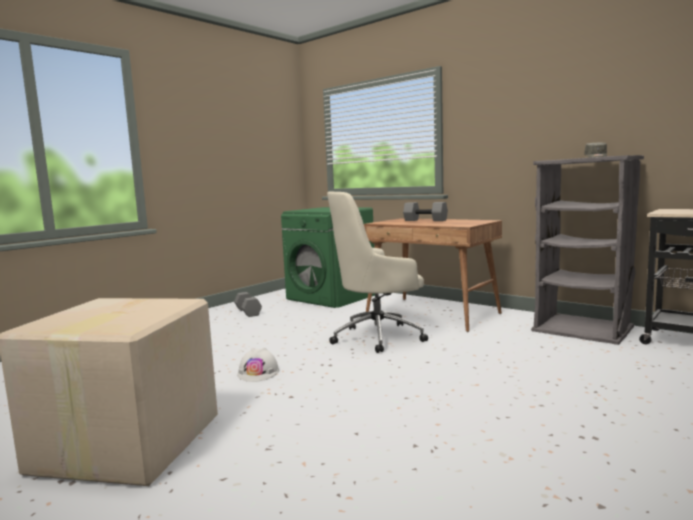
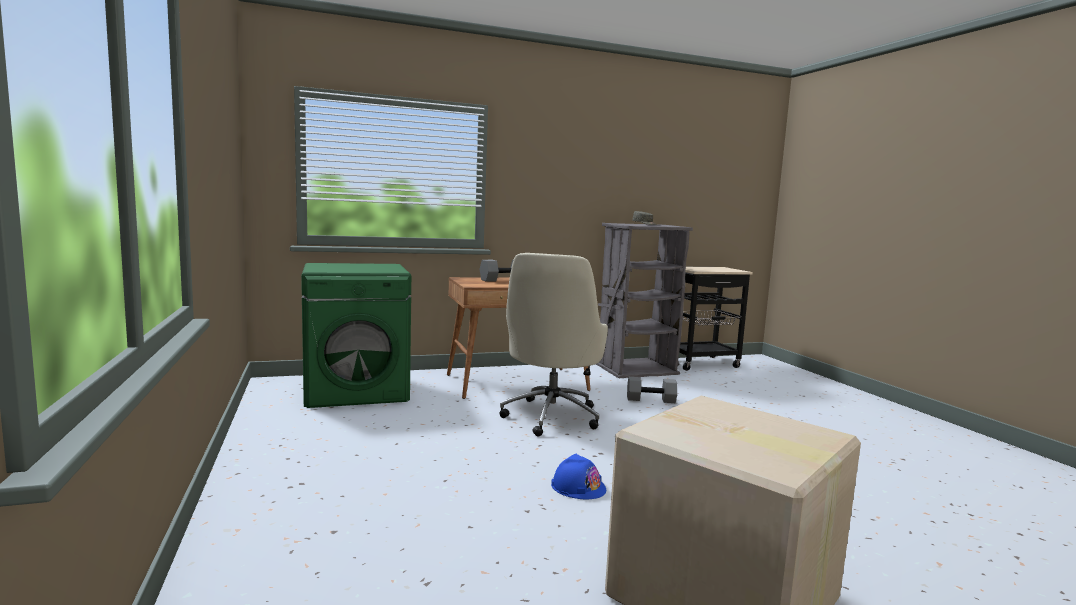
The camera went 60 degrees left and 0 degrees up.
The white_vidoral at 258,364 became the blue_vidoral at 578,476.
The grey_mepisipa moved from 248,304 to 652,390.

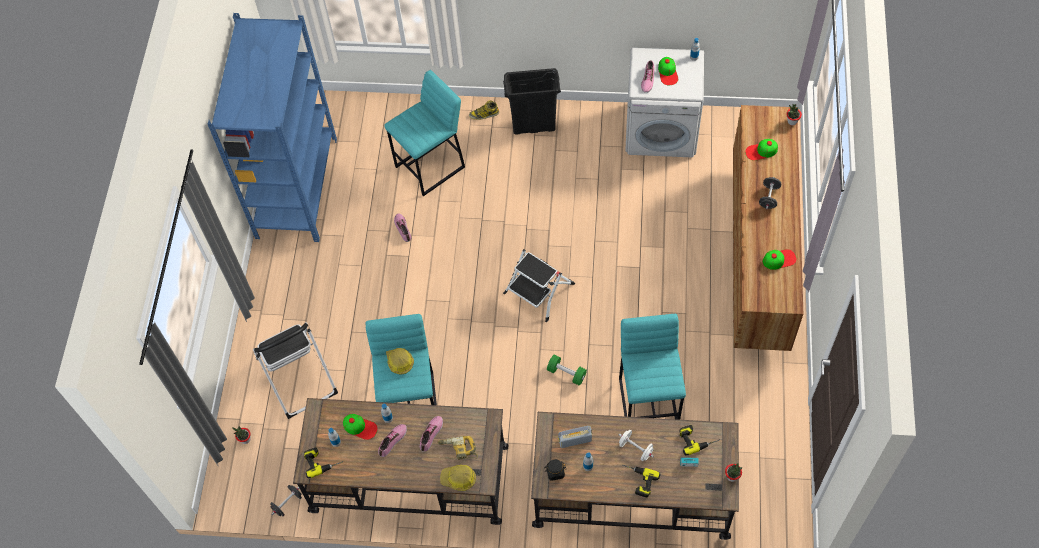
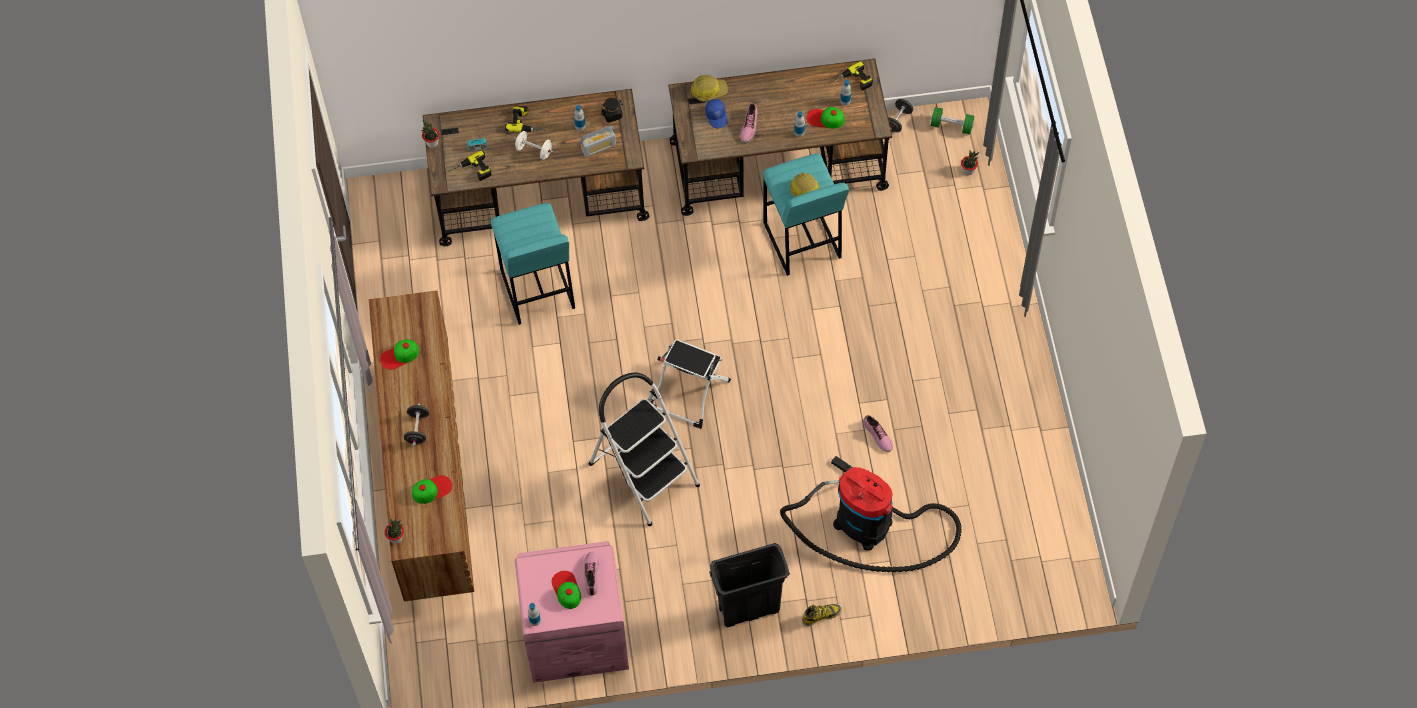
The camera went 165 degrees right and 0 degrees up.
The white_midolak at 664,102 became the pink_midolak at 572,612.
The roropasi moved from 295,370 to 644,449.
The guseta at 458,448 was replaced by the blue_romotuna at 716,113.
The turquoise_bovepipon at 425,133 was replaced by the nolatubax at 871,514.
The green_mepisipa moved from 567,370 to 952,121.
The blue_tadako at 272,127 disappeared.
The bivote at 392,440 disappeared.

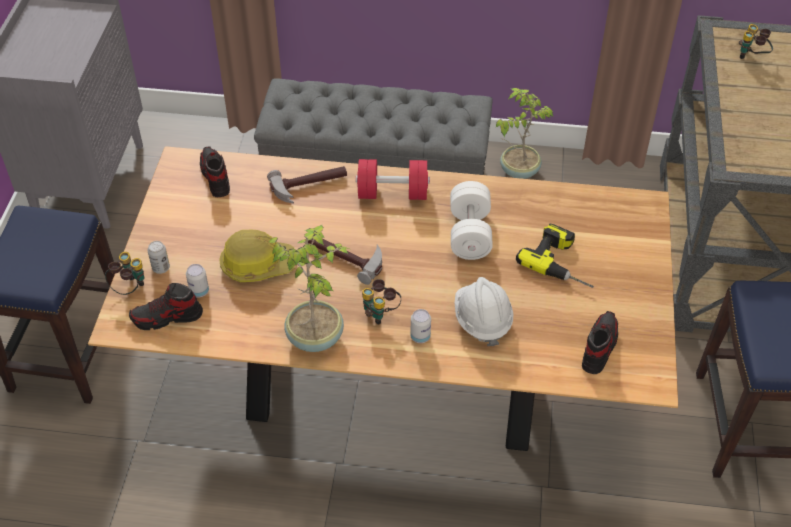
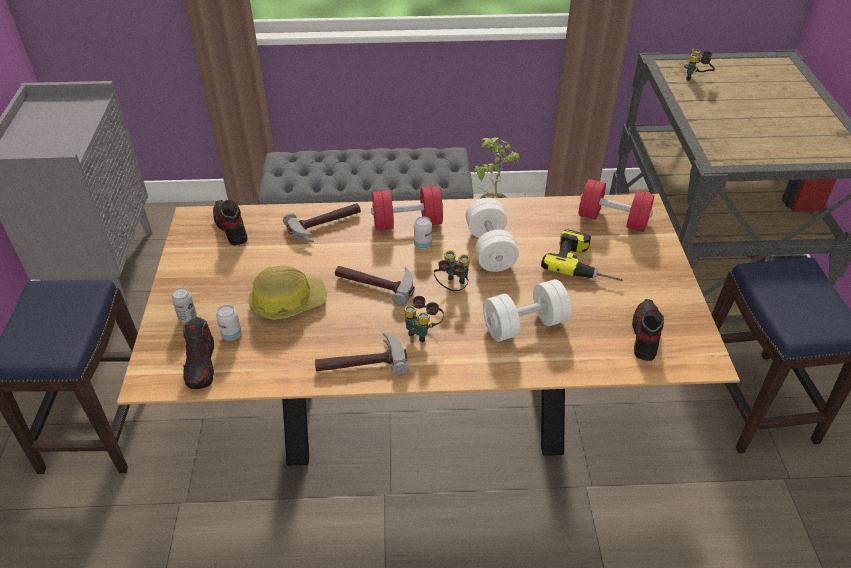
The camera went 10 degrees left and 5 degrees down.
The bivote at 166,306 turned 75 degrees counterclockwise.
The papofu at 309,288 was replaced by the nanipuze at 362,354.
The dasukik moved from 420,326 to 423,232.
The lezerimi moved from 125,273 to 452,270.
The white_vidoral at 484,311 was replaced by the white_mepisipa at 527,310.
The red_mepisipa at 616,205 appeared.

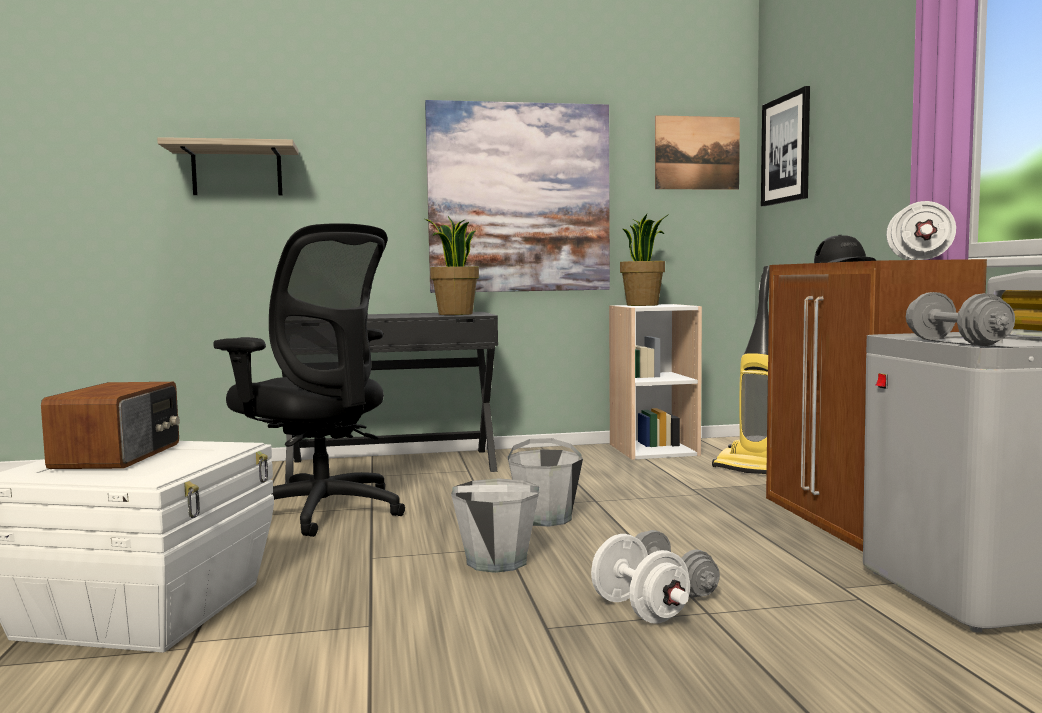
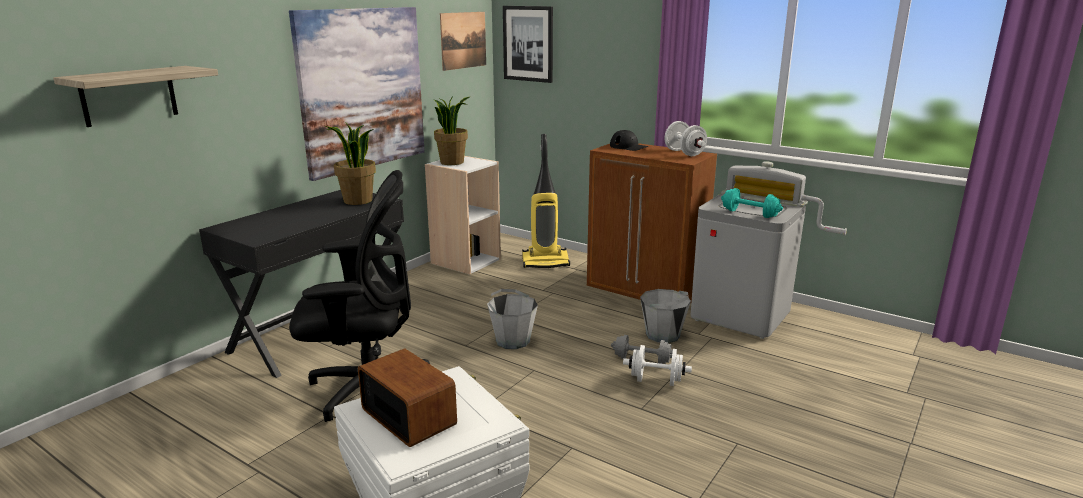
The camera went 45 degrees left and 15 degrees up.
The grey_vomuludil moved from 495,525 to 665,316.
The grey_mepisipa at 960,319 became the turquoise_mepisipa at 752,203.

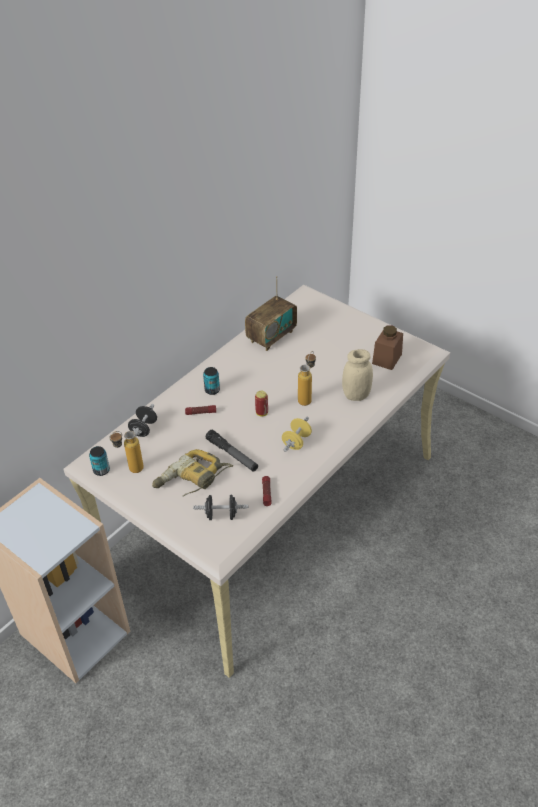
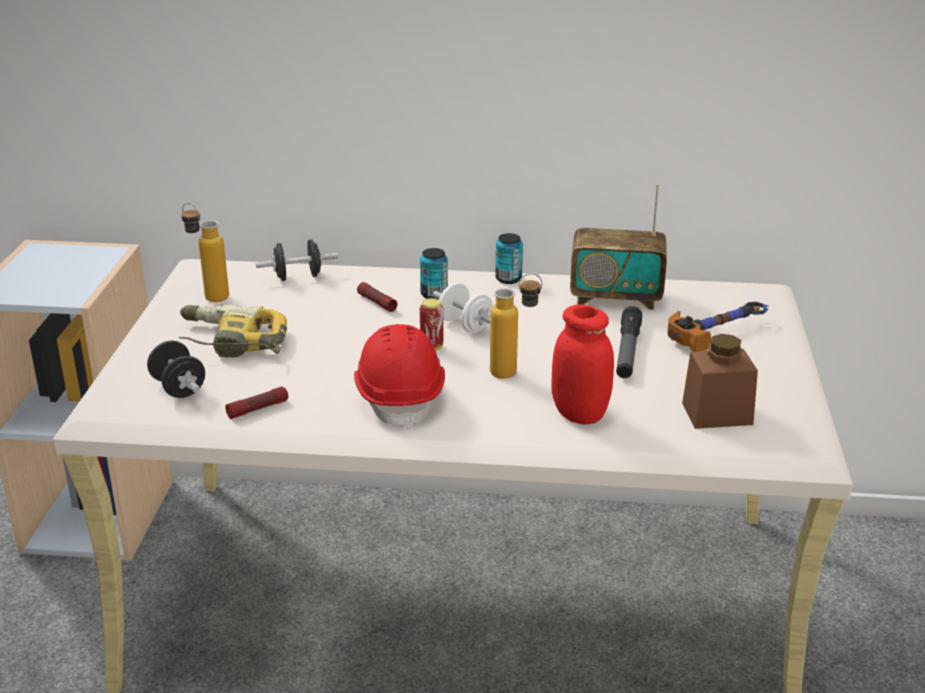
The camera went 55 degrees right and 15 degrees down.
The yellow_mepisipa at 297,434 was replaced by the red_vidoral at 399,376.
The white_mepisipa at 463,308 appeared.
The dasukik moved from 99,461 to 509,258.
The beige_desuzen at 357,375 became the red_desuzen at 583,364.
The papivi moved from 232,450 to 629,342.
The nanipuze at 717,327 appeared.

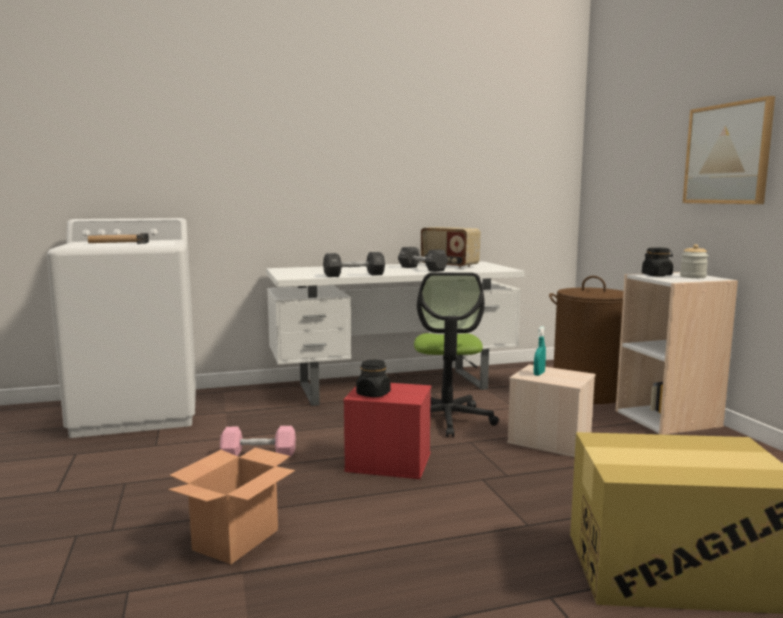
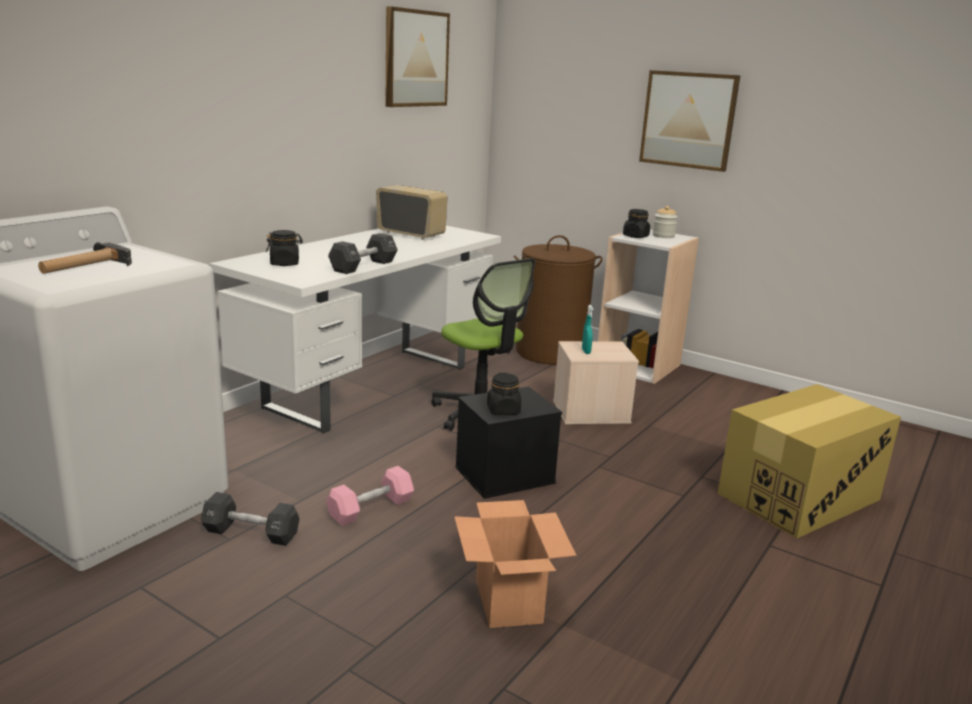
The camera went 40 degrees left and 10 degrees up.
The black_mepisipa moved from 423,259 to 250,519.
The black_desuzen at 284,248 appeared.
The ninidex at 451,247 turned 150 degrees counterclockwise.
The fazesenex at 417,56 appeared.
The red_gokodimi at 387,431 became the black_gokodimi at 508,443.

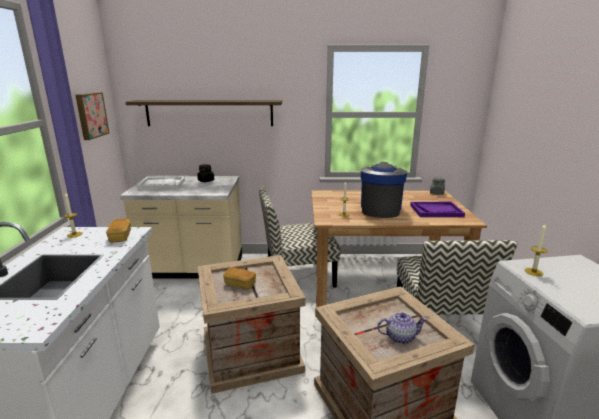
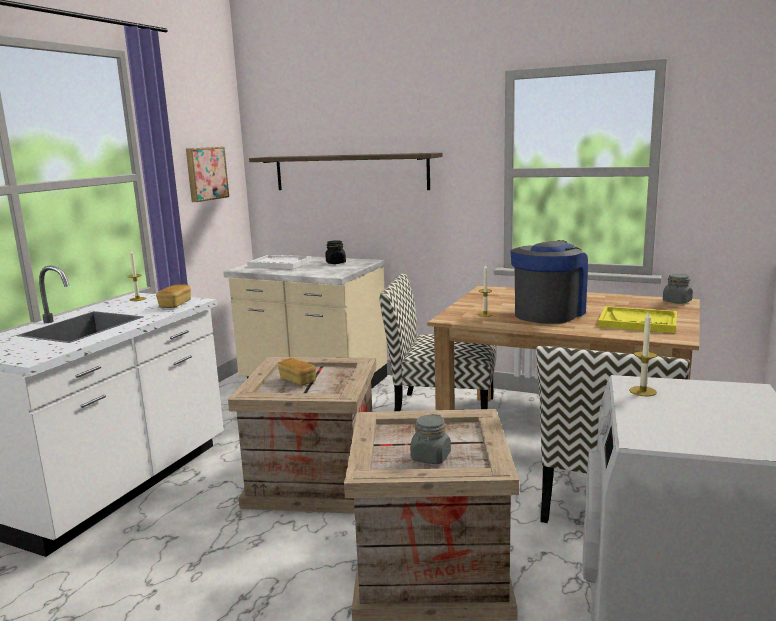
The camera went 25 degrees right and 5 degrees down.
The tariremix at 402,328 was replaced by the grey_desuzen at 430,439.
The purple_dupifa at 437,209 became the yellow_dupifa at 637,319.

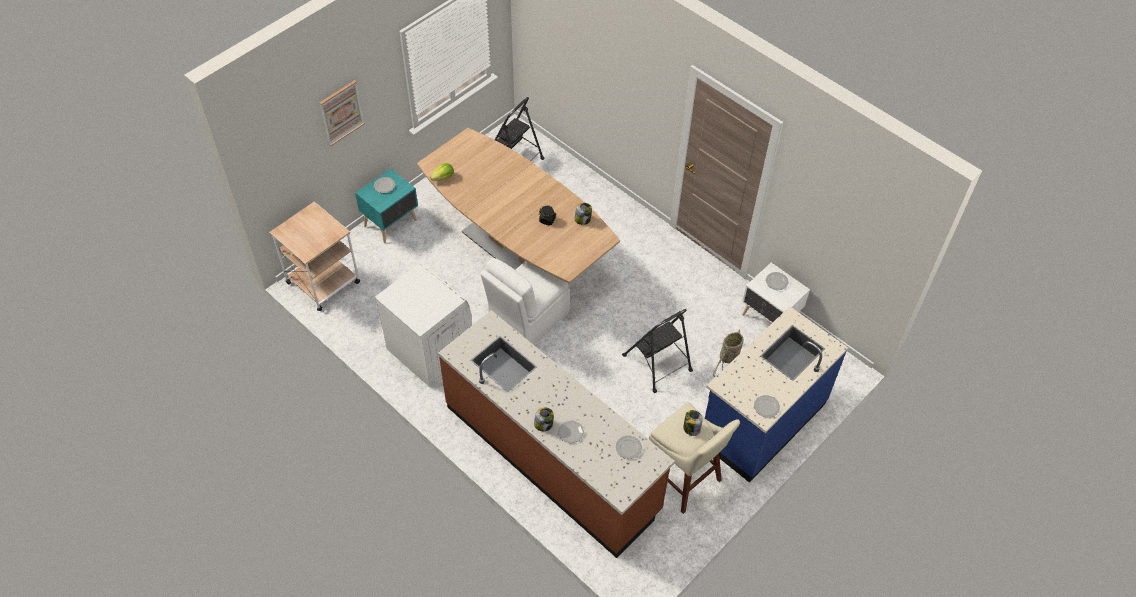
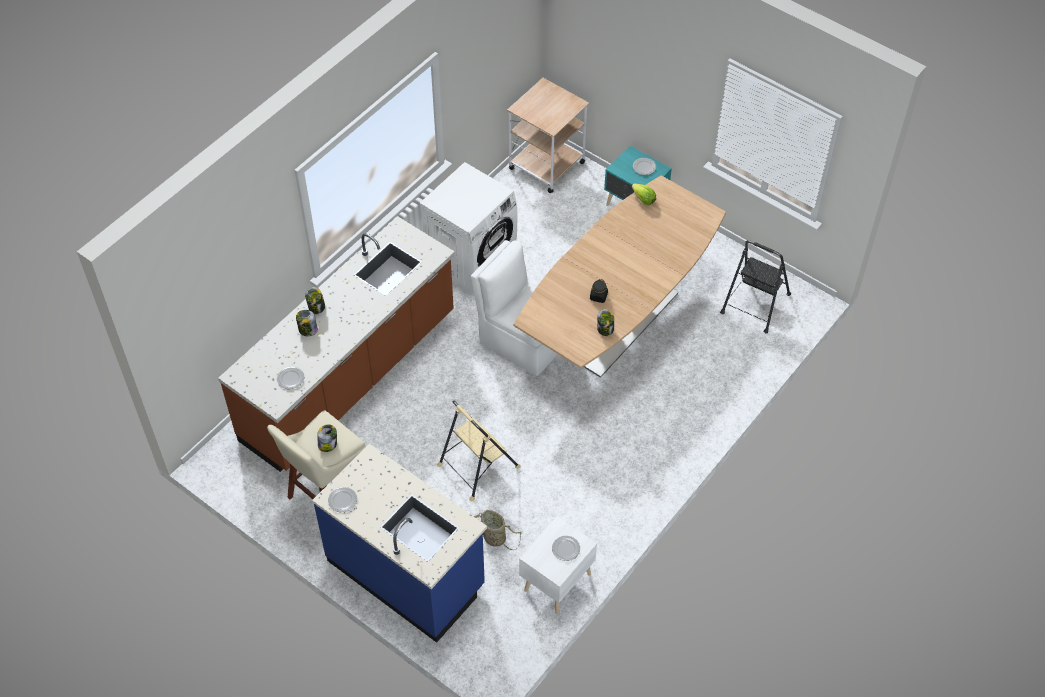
The camera went 85 degrees right and 0 degrees up.
The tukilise at 571,432 was replaced by the desuzen at 307,323.
The black_roropasi at 657,351 became the beige_roropasi at 479,451.
The fazesenex at 341,113 disappeared.

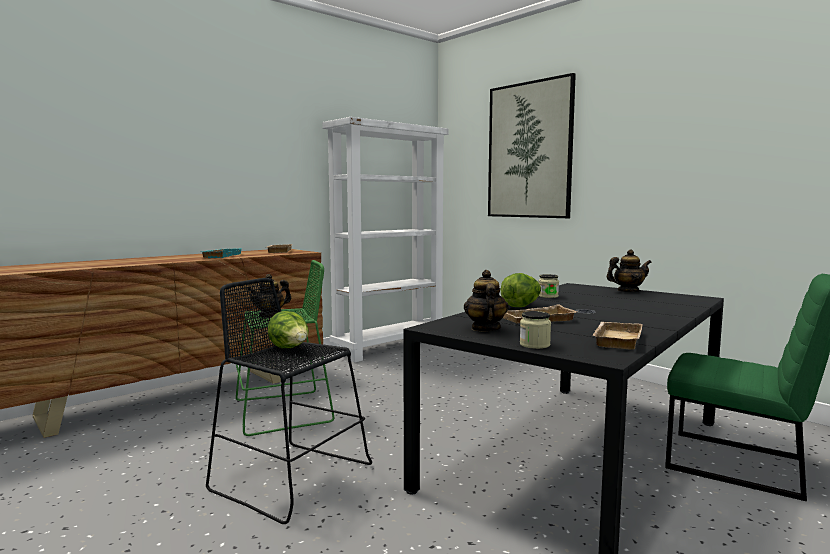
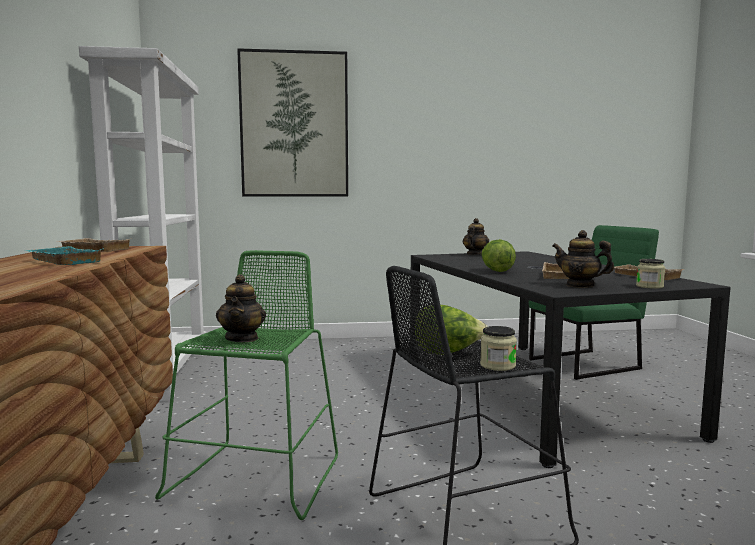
The camera went 55 degrees left and 0 degrees up.
The desuzen moved from 548,286 to 498,348.

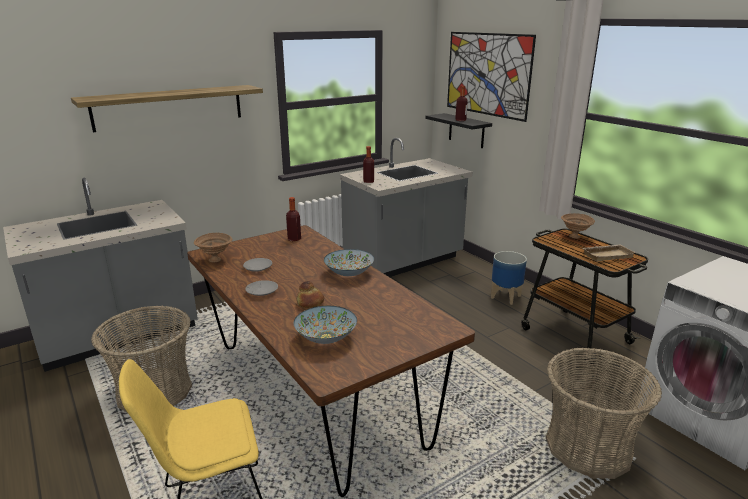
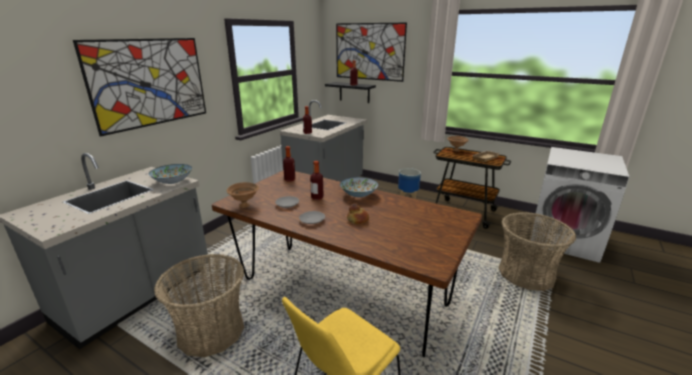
The camera went 25 degrees left and 0 degrees up.
The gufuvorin at 167,108 was replaced by the fazesenex at 139,87.
The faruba moved from 325,325 to 170,174.
The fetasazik at 317,180 appeared.

